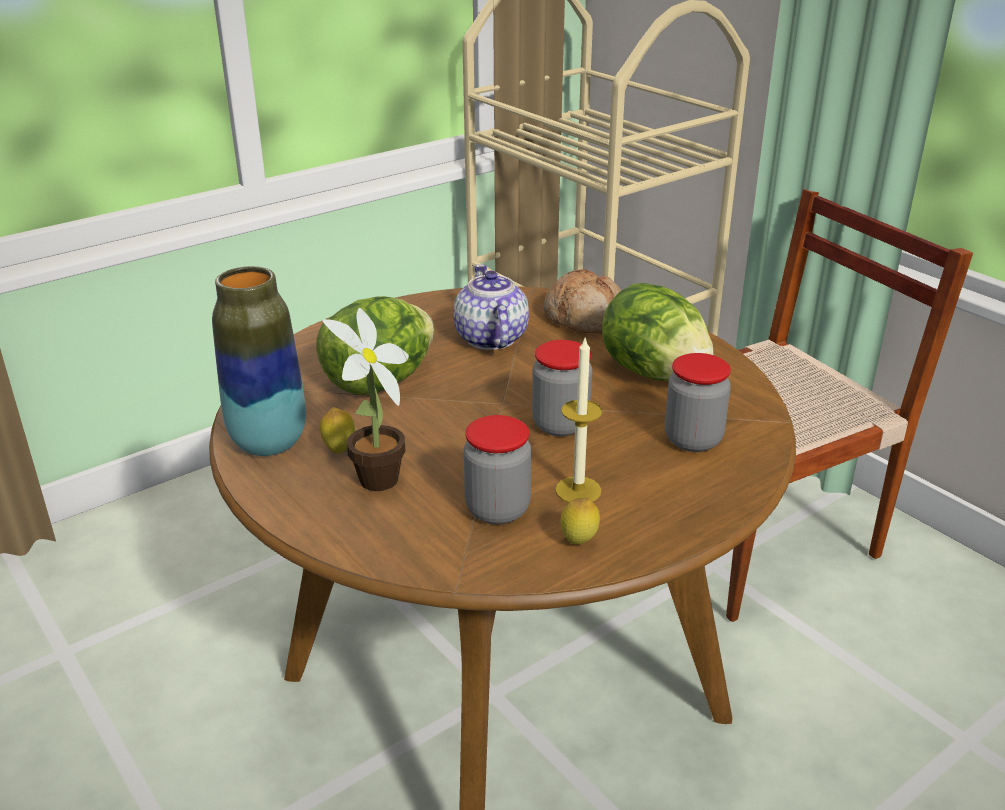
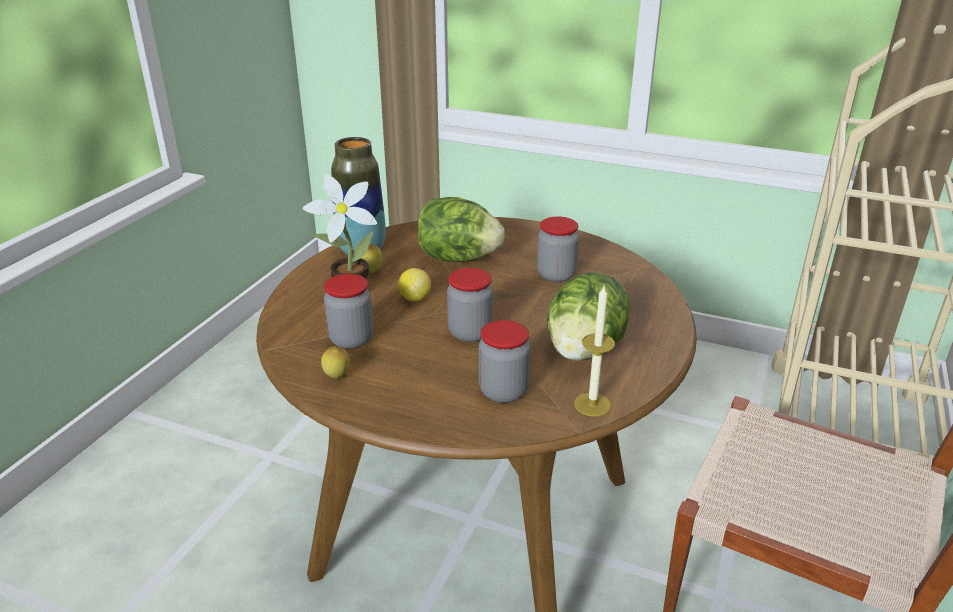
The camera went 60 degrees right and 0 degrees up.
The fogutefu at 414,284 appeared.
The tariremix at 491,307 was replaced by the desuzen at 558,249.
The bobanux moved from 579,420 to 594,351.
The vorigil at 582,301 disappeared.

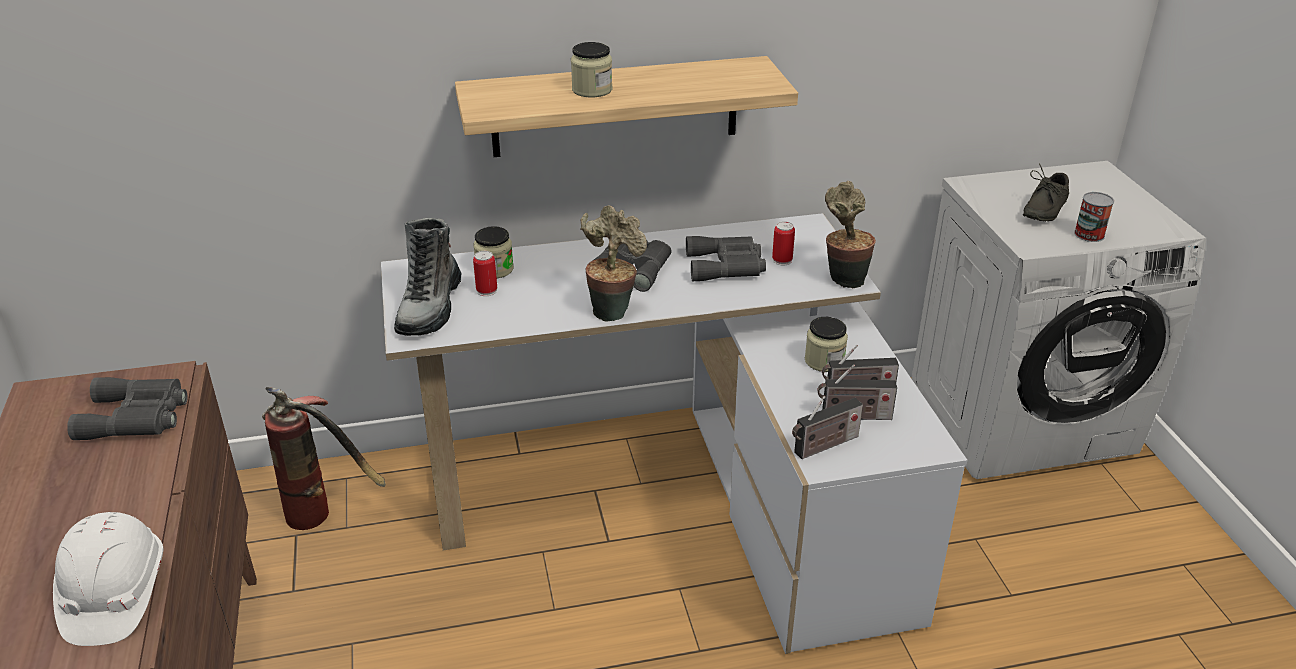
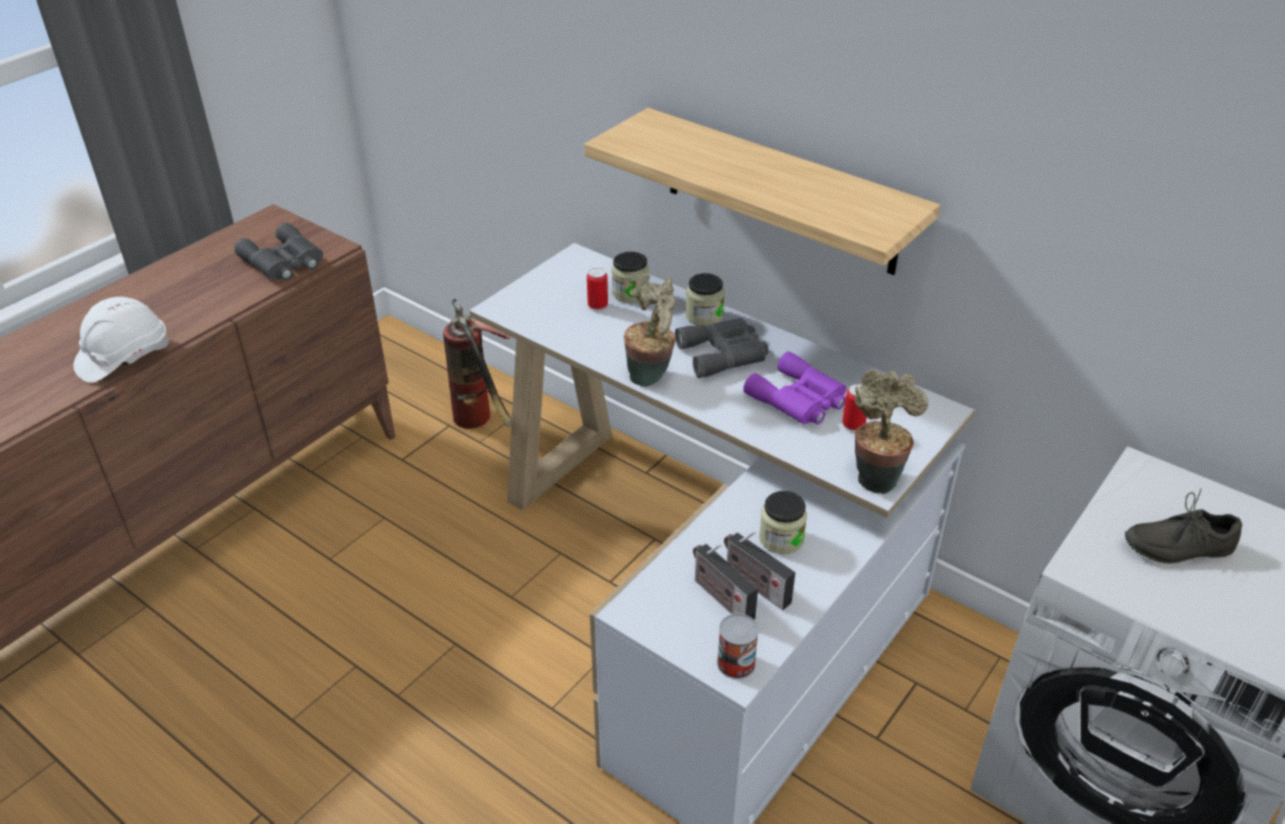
The camera went 50 degrees right and 5 degrees up.
The desuzen moved from 591,69 to 705,299.
The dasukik moved from 1094,217 to 738,646.
The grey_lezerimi at 726,258 became the purple_lezerimi at 794,387.
The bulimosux at 427,277 disappeared.
The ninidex at 827,427 disappeared.

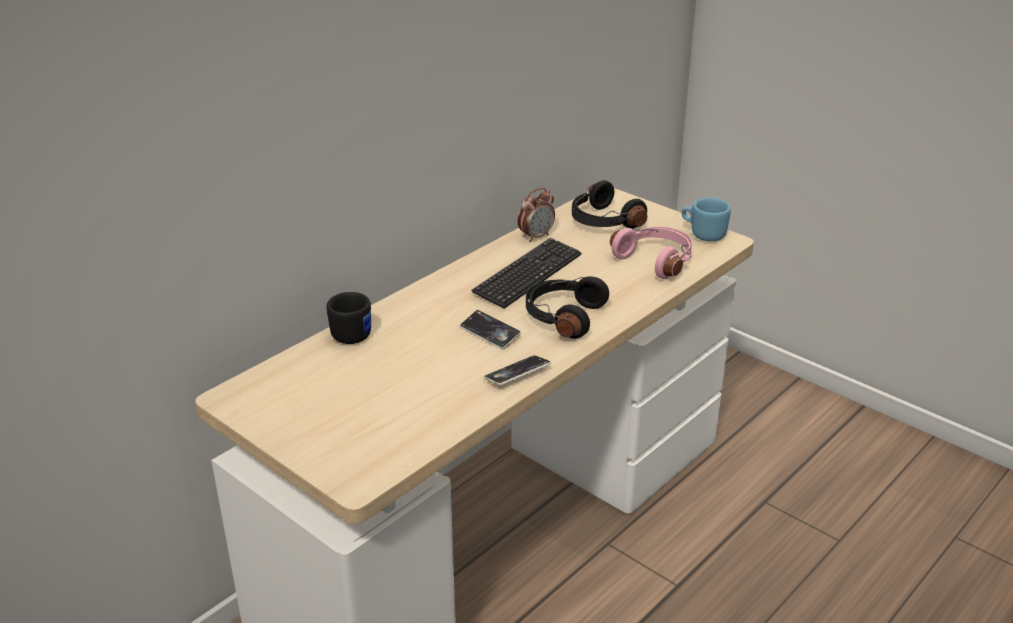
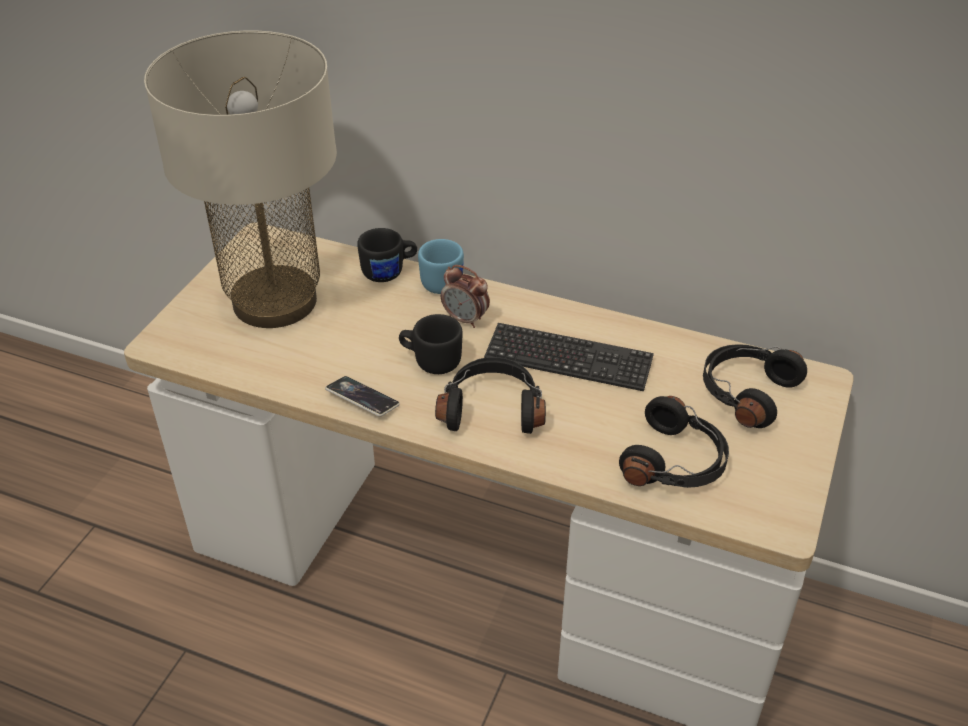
The camera went 70 degrees right and 10 degrees up.
The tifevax at 240,179 appeared.
The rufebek at 490,330 was replaced by the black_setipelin at 431,344.
The blue_setipelin moved from 706,219 to 441,266.
The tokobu moved from 536,215 to 465,296.
The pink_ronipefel at 651,253 became the black_ronipefel at 674,442.

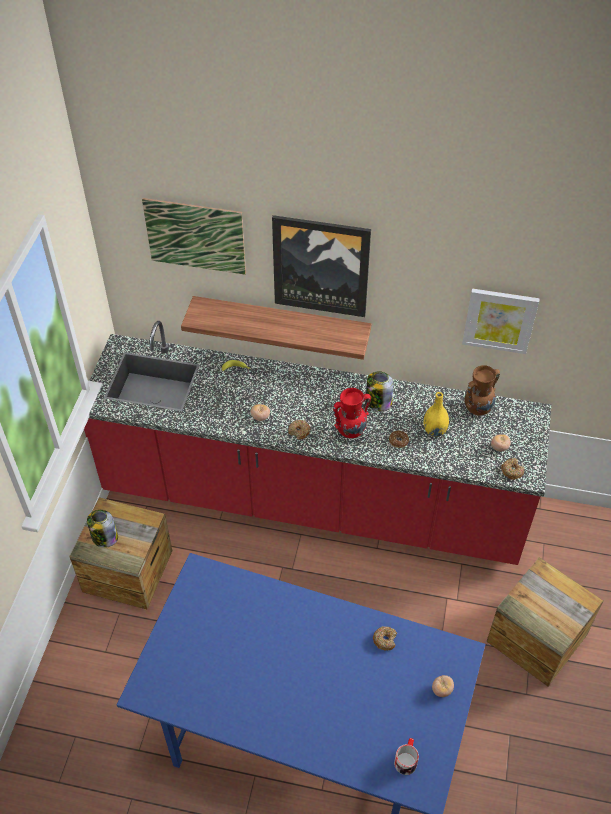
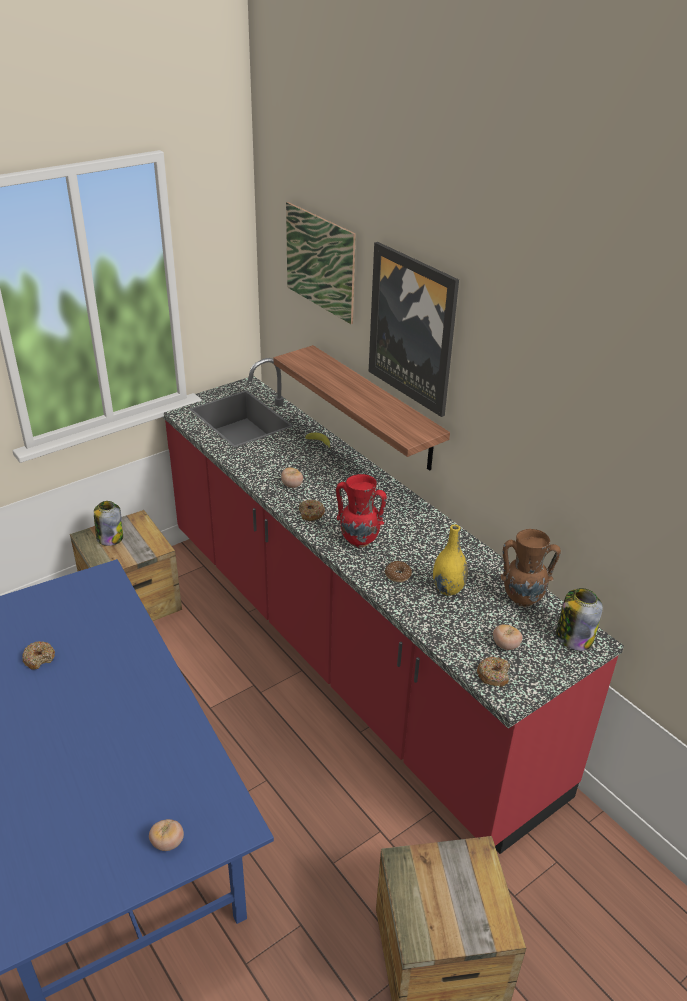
The camera went 40 degrees right and 15 degrees down.
The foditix moved from 385,638 to 38,655.
The desuzen moved from 379,391 to 579,619.
The setipelin at 406,756 disappeared.
The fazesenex at 500,321 disappeared.

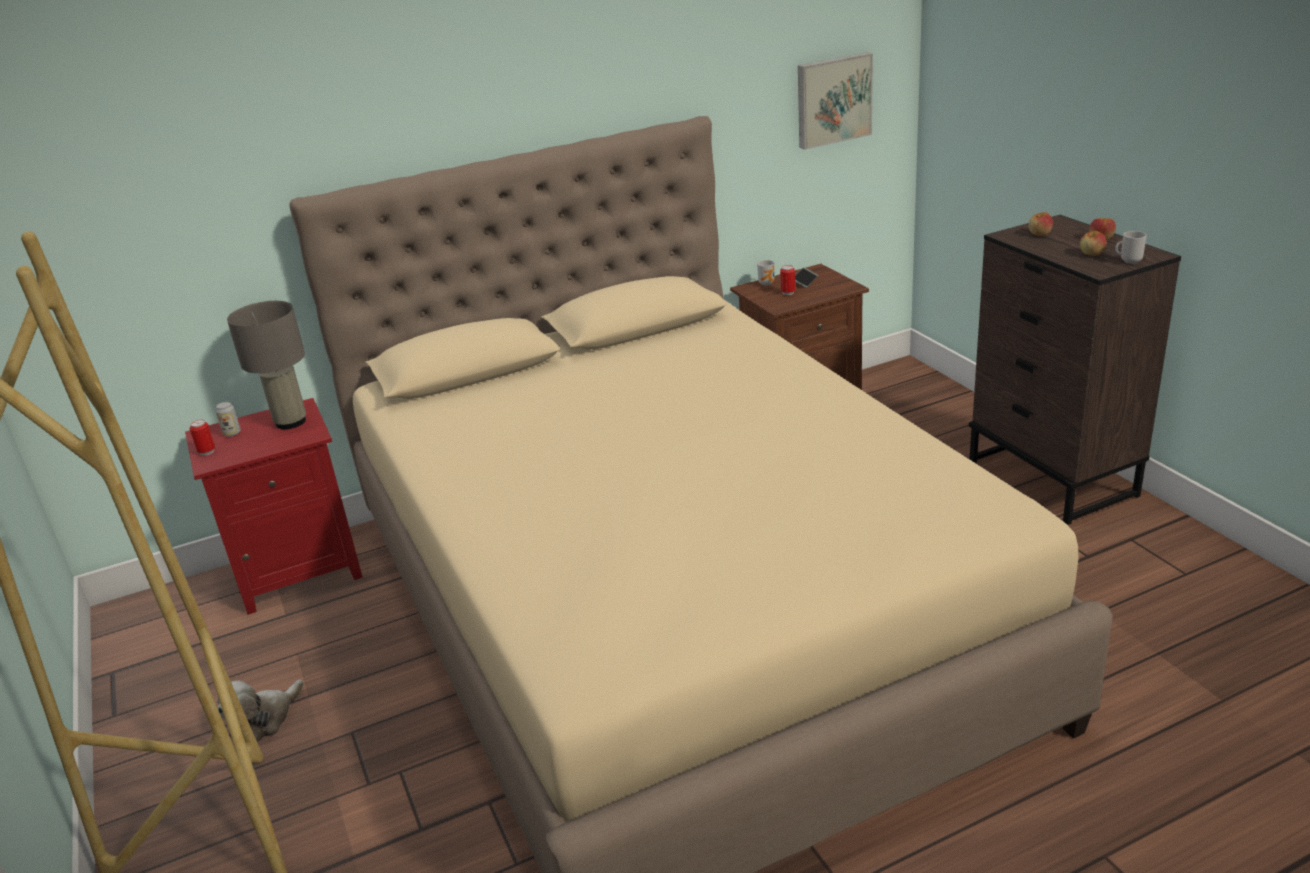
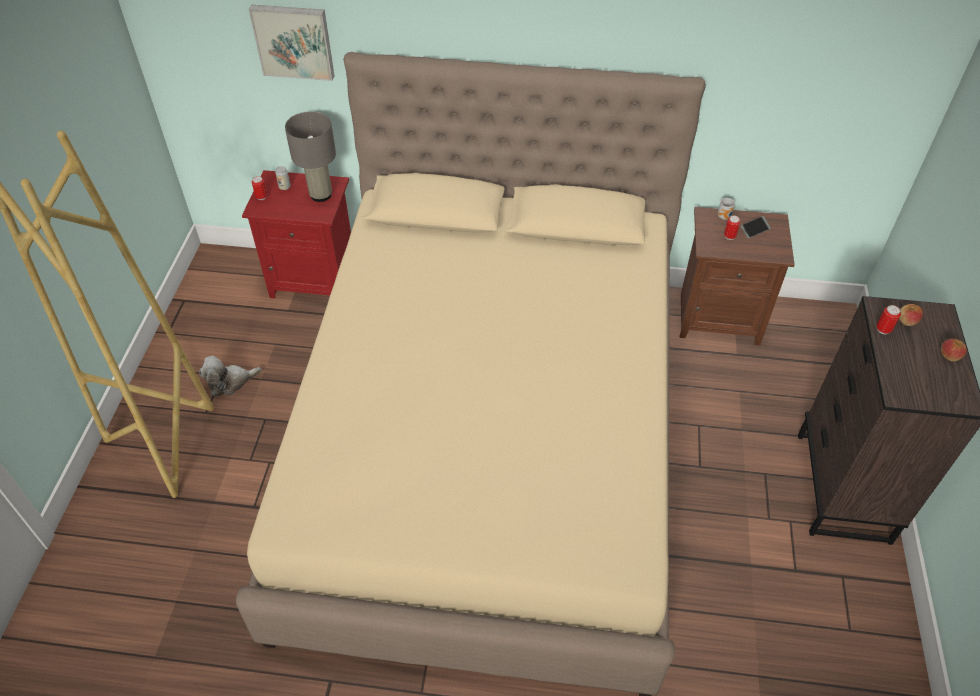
The camera went 30 degrees right and 20 degrees up.
The fazesenex moved from 835,101 to 291,43.
The dasukik at 889,319 appeared.
The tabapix at 1093,243 disappeared.
The setipelin at 1131,247 disappeared.

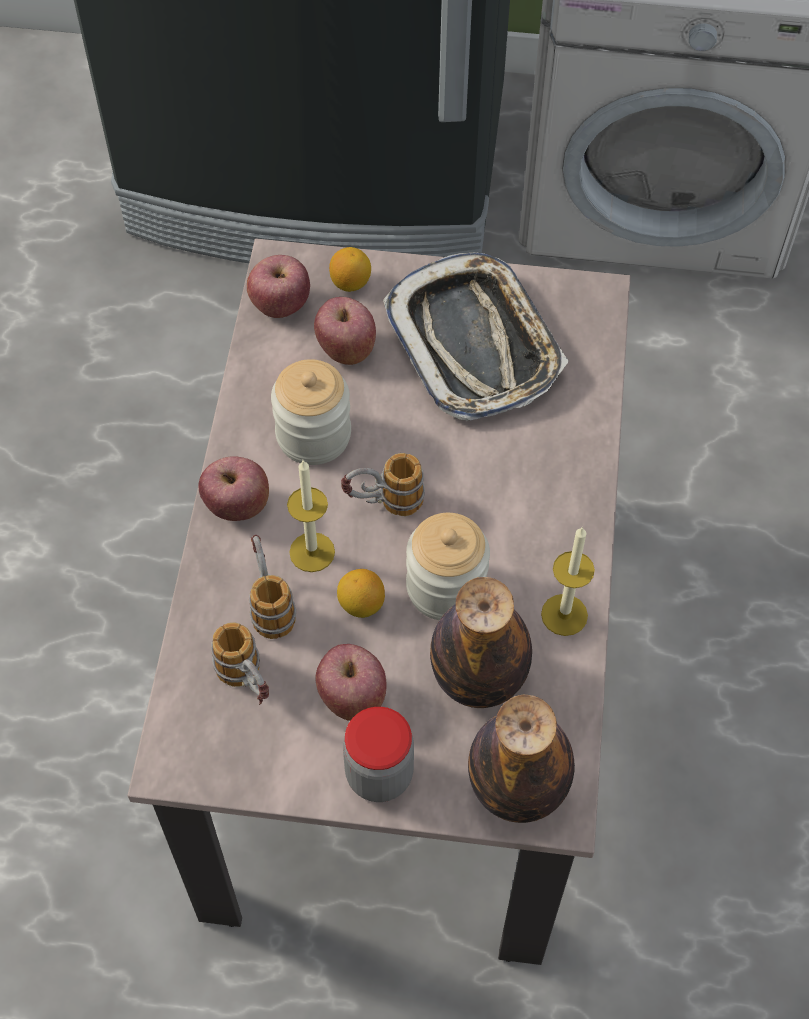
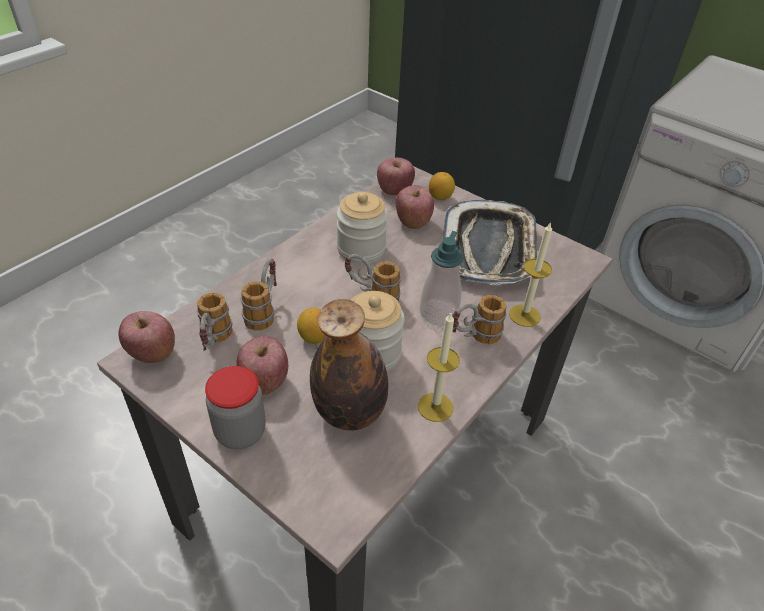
The camera went 30 degrees right and 15 degrees down.
The tabapix moved from 233,488 to 147,337.
The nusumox at 441,278 appeared.
The setipelin at 479,319 appeared.
The bobanux moved from 311,516 to 530,274.
The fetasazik at 521,759 disappeared.

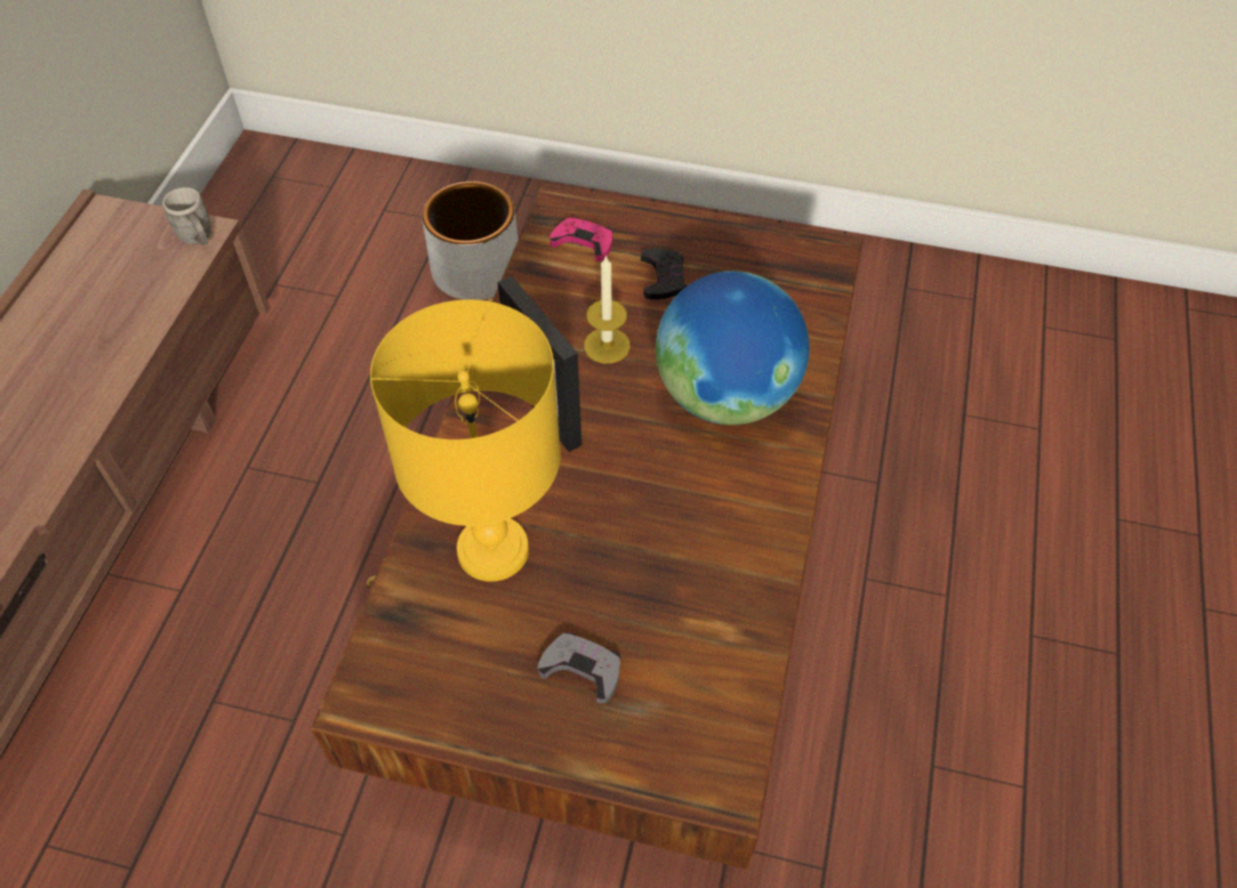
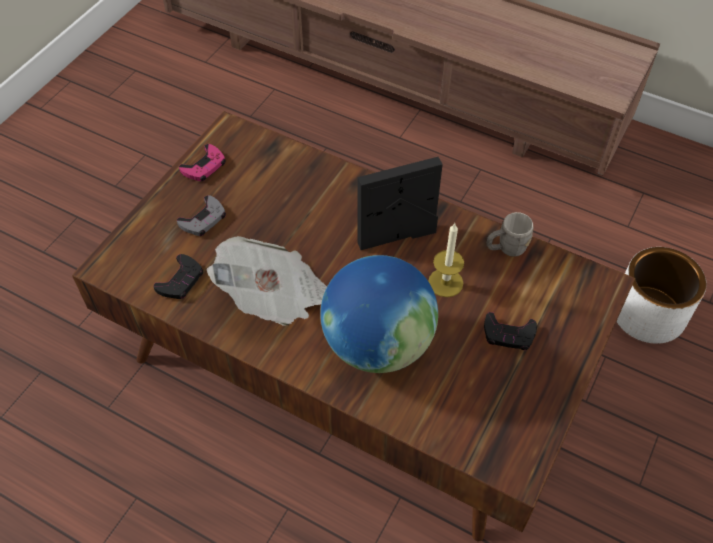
The camera went 105 degrees right and 0 degrees up.
The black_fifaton at 178,276 appeared.
The pink_fifaton moved from 581,239 to 202,162.
The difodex at 267,281 appeared.
The grey_setipelin moved from 187,216 to 510,234.
The yellow_tifevax at 465,441 disappeared.

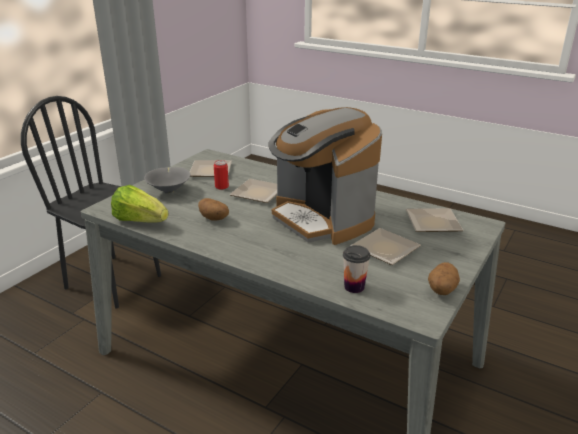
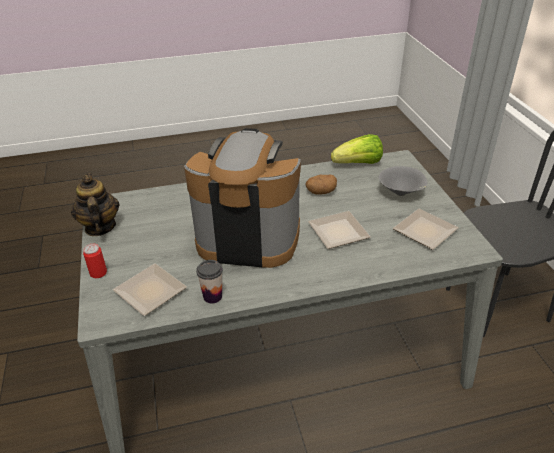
The camera went 135 degrees right and 10 degrees up.
The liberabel at 444,278 was replaced by the tariremix at 95,204.
The dasukik moved from 221,174 to 95,261.
The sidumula moved from 356,269 to 209,281.
The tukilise at 386,246 disappeared.

